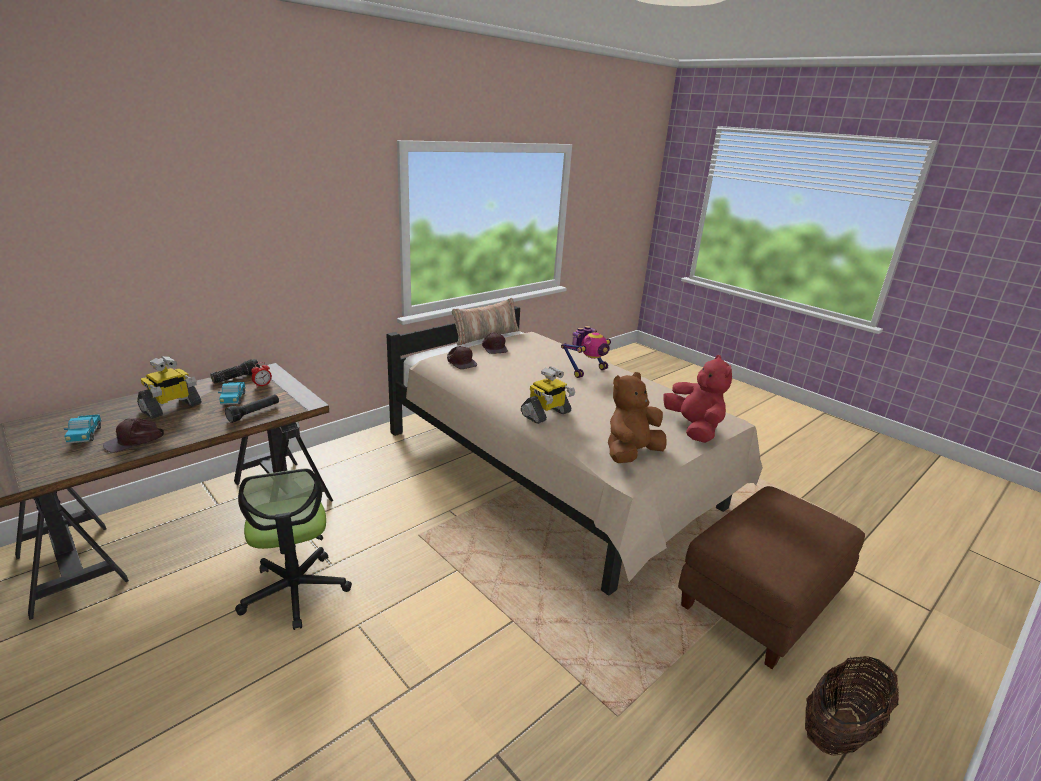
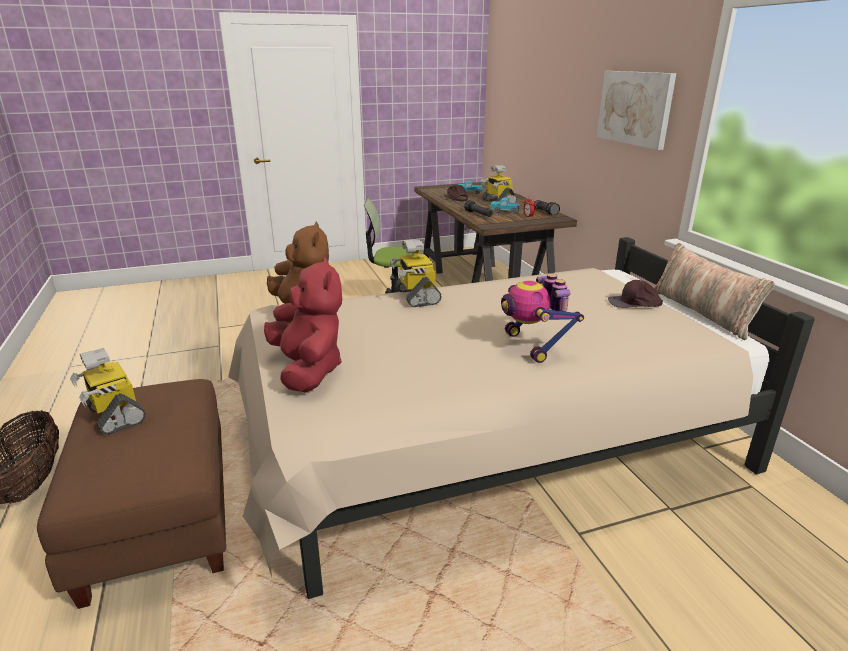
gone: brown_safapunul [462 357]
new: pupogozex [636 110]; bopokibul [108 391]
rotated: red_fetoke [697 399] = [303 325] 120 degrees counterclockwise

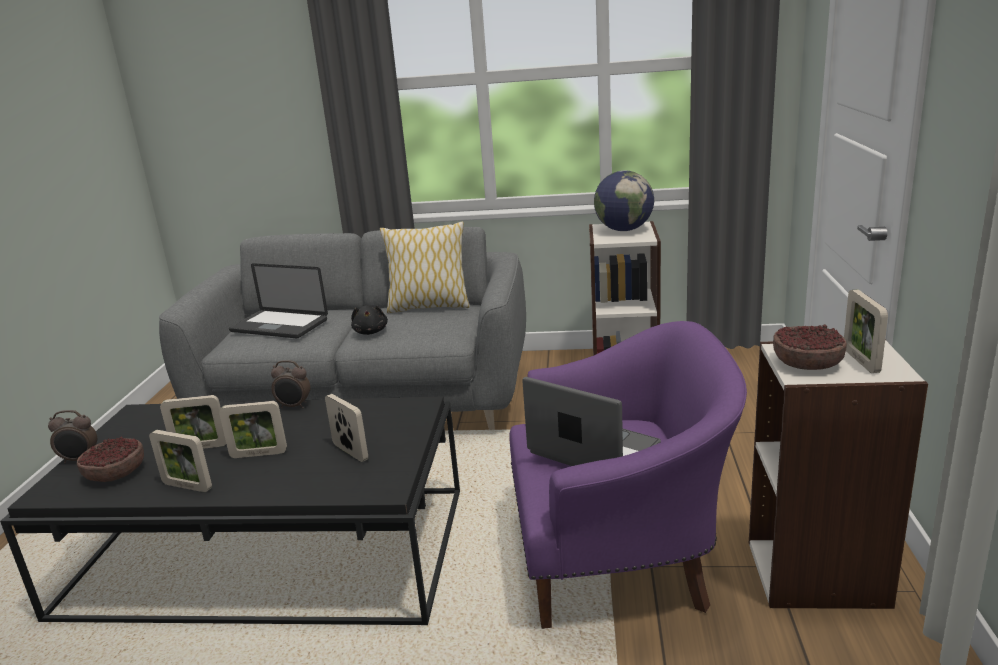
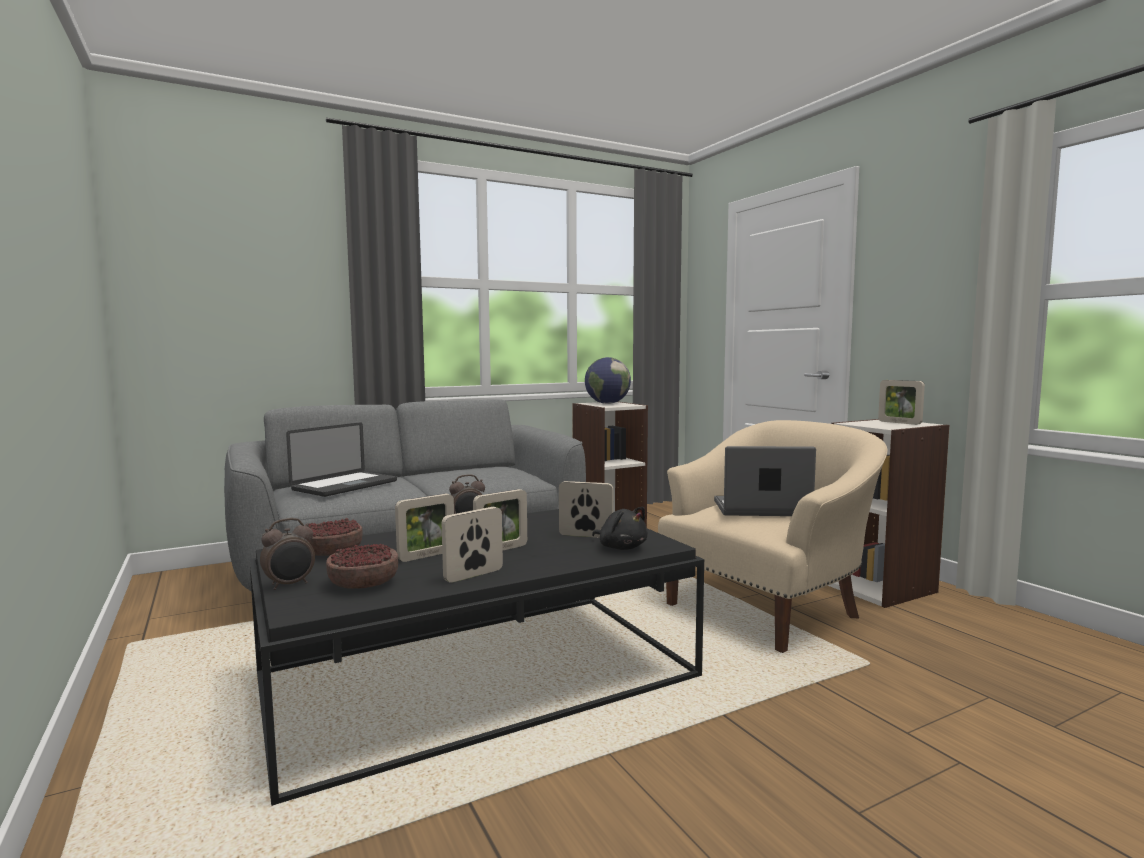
gone: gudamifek [425 267]
shifted: black_fetoke [369 320] to [620 528]; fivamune [810 347] to [334 537]
repainted: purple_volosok [628 475] to beige_volosok [773 536]
rotated: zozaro [278 300] = [341 459] 45 degrees counterclockwise; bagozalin [180 461] = [472 545] 150 degrees clockwise

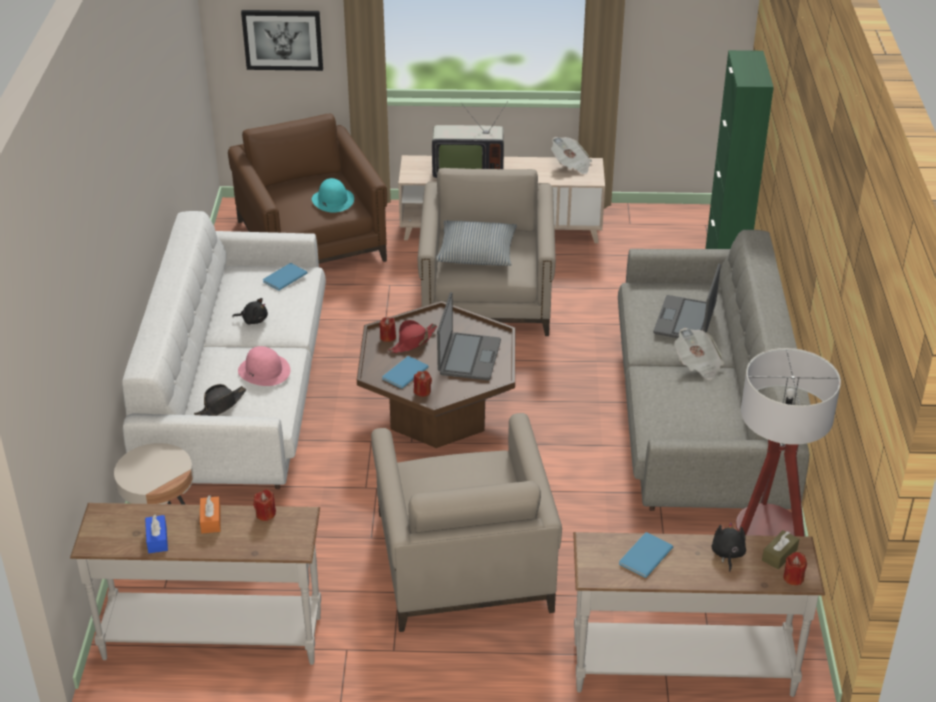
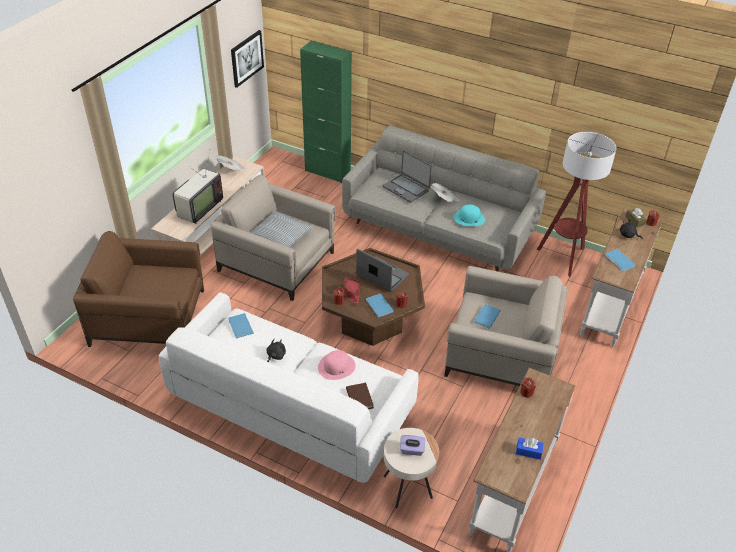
gone: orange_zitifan [210 514]
new: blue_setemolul [487 316]; purple_zitifan [412 445]
shifted: pupogozex [282 40] to [247 59]; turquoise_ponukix [333 195] to [469 215]
swapped: black_ponukix [220 400] to brown_setemolul [360 396]

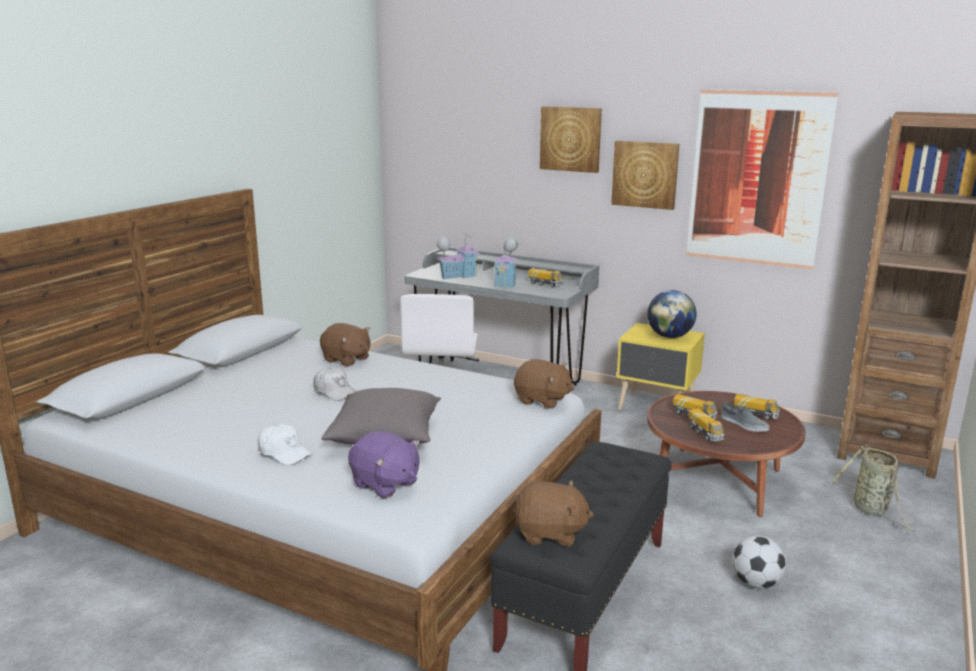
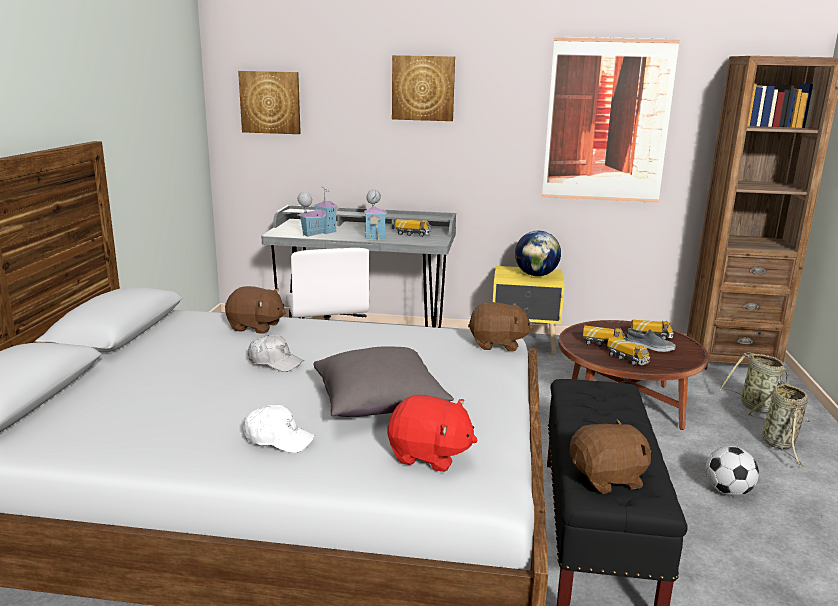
new: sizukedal [777 424]
shifted: pupogozex [645 175] to [269 102]
repainted: purple_fetoke [384 464] to red_fetoke [433 433]

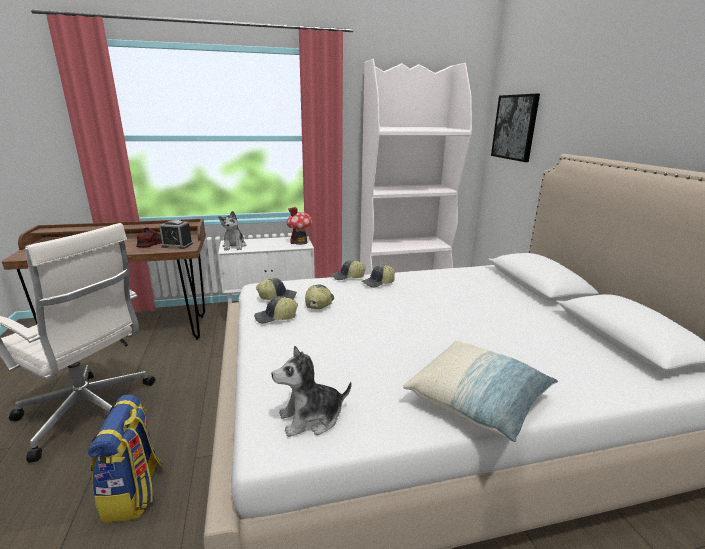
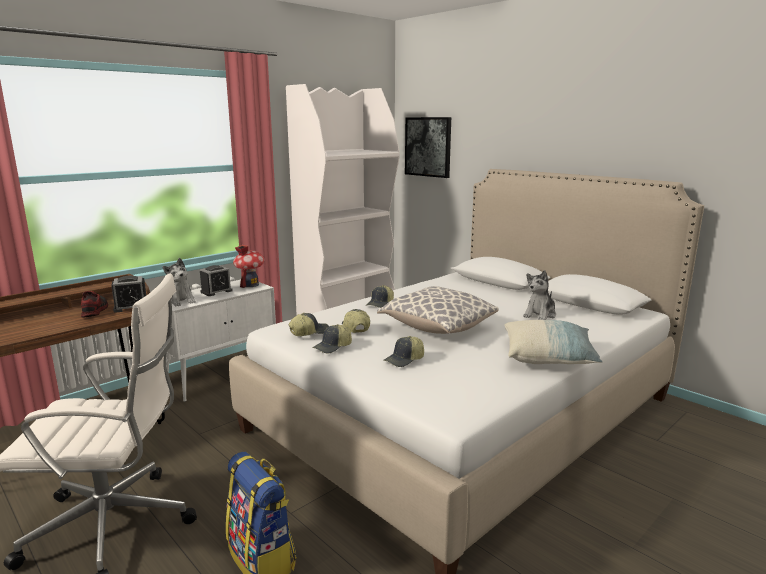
new: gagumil [216 280]; gudamifek [437 310]
shifted: safapunul [349 270] to [403 351]; fetoke [311 391] to [539 295]

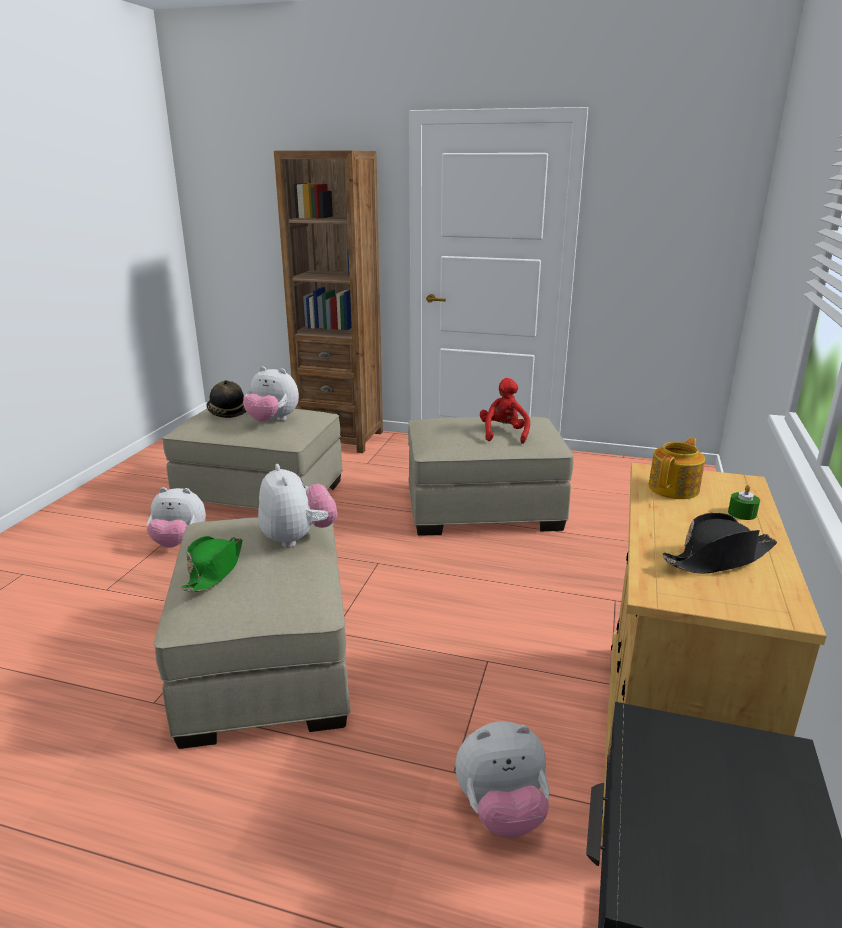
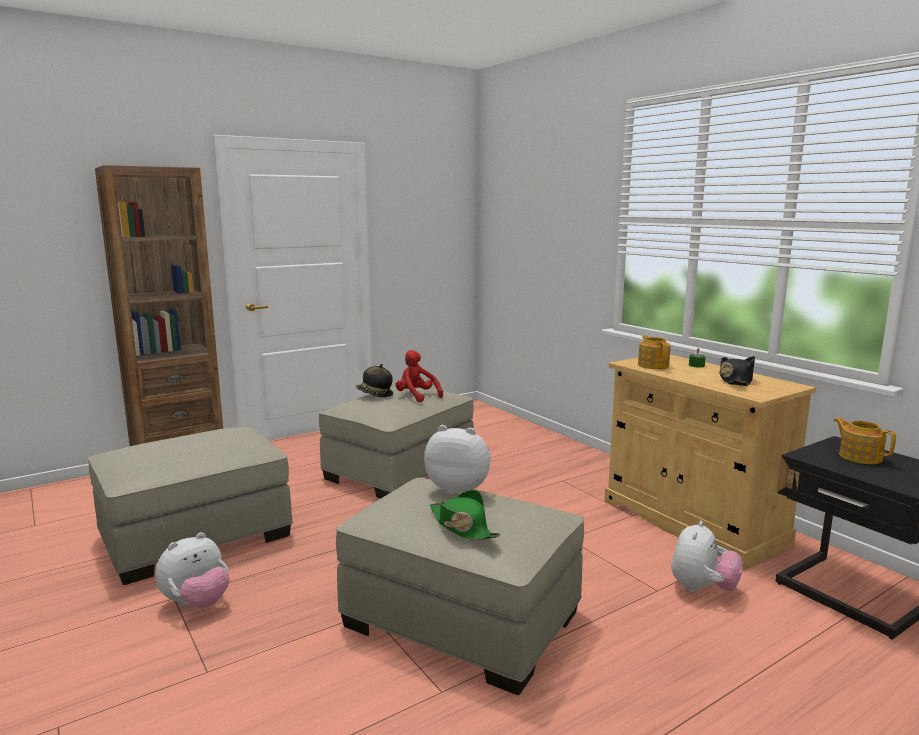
gone: fetoke [271 394]
new: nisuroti [864 441]
shifted: ponukix [226 399] to [374 380]

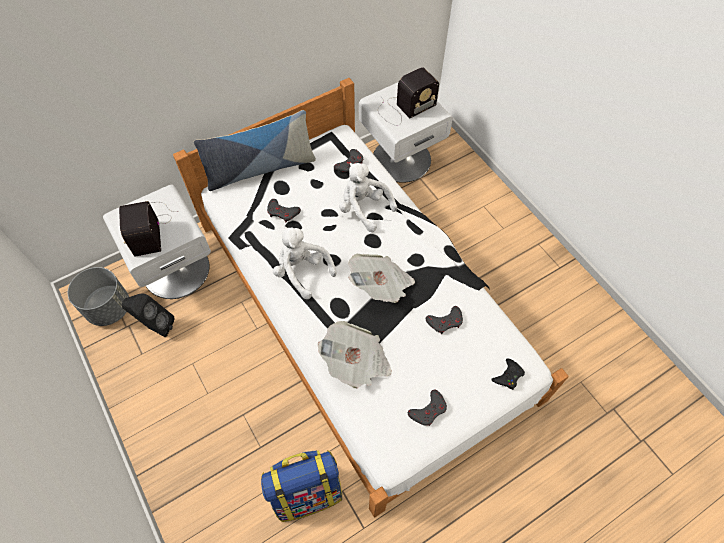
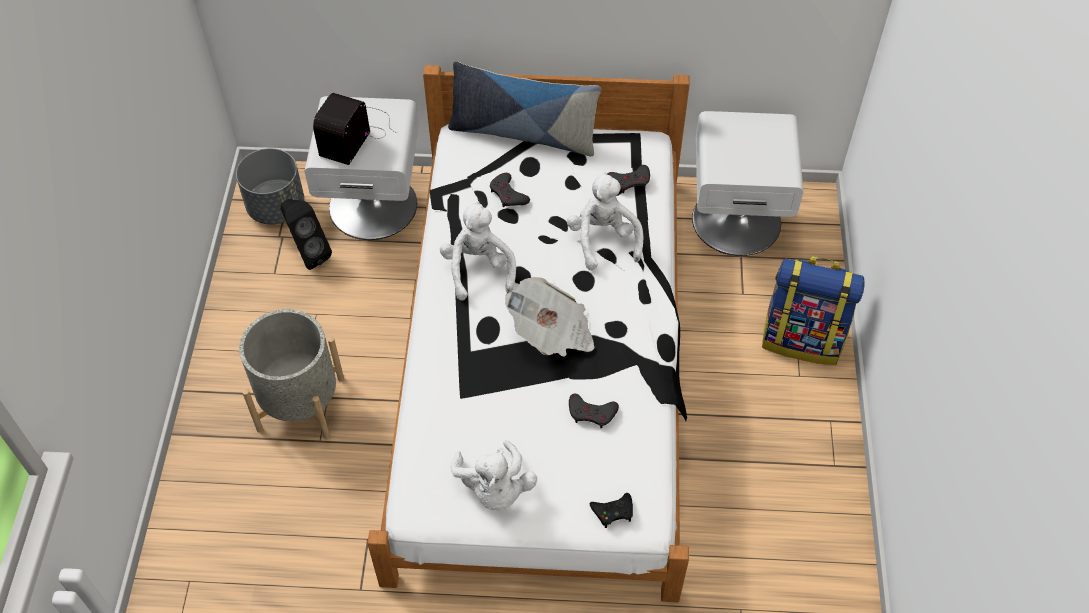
gone: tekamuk [408 96]; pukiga [355 354]
new: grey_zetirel [291 374]
shifted: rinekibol [301 486] to [813 310]
swapped: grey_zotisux [427 407] to white_fetoke [494 475]

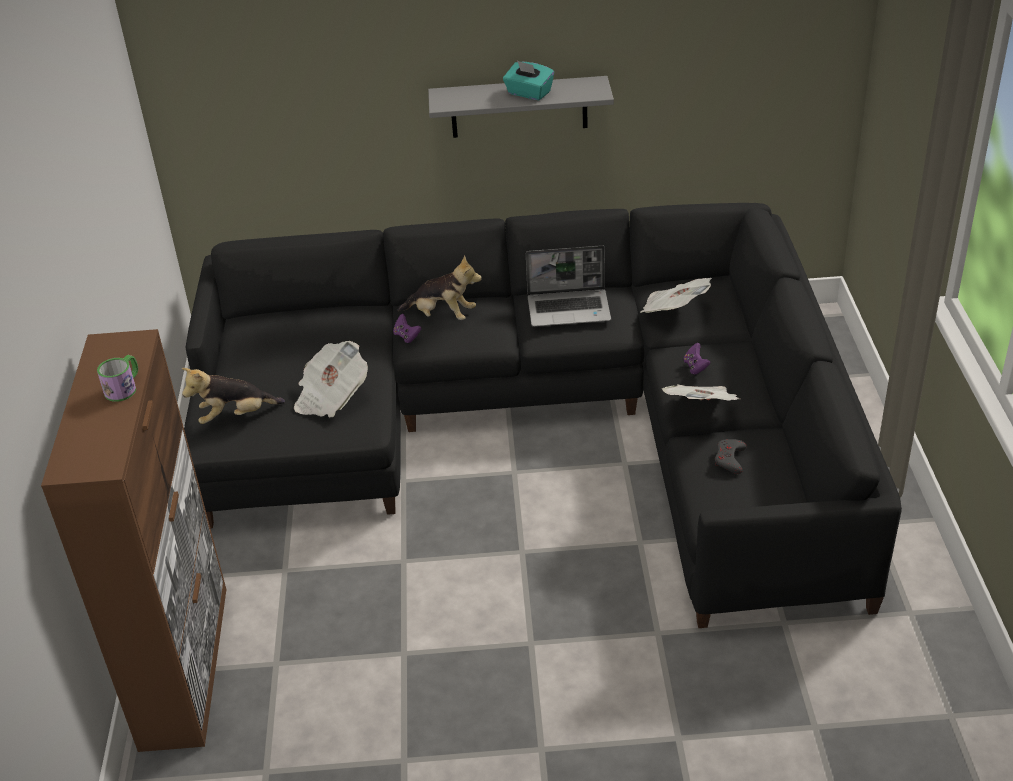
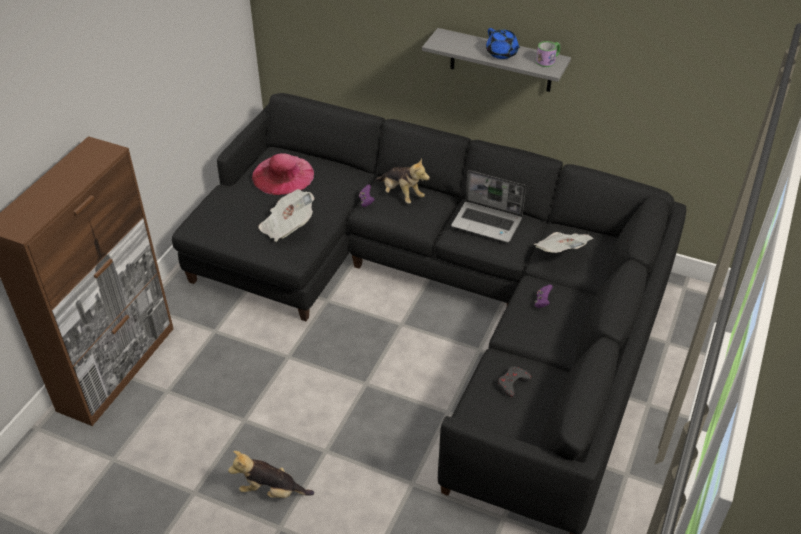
gone: pukiga [701 392]
new: pink_ponukix [283 174]
shifted: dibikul [117 378] to [548 54]; fetoke [233 396] to [271 474]
swapped: turquoise_zitifan [528 80] to blue_nisuroti [503 43]

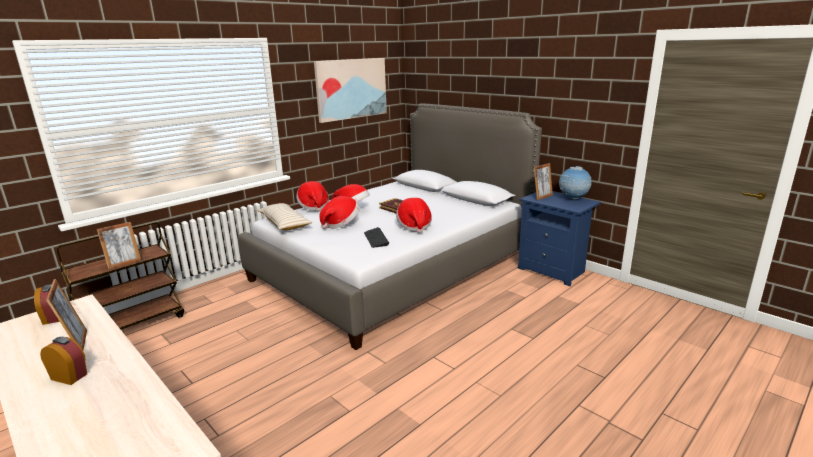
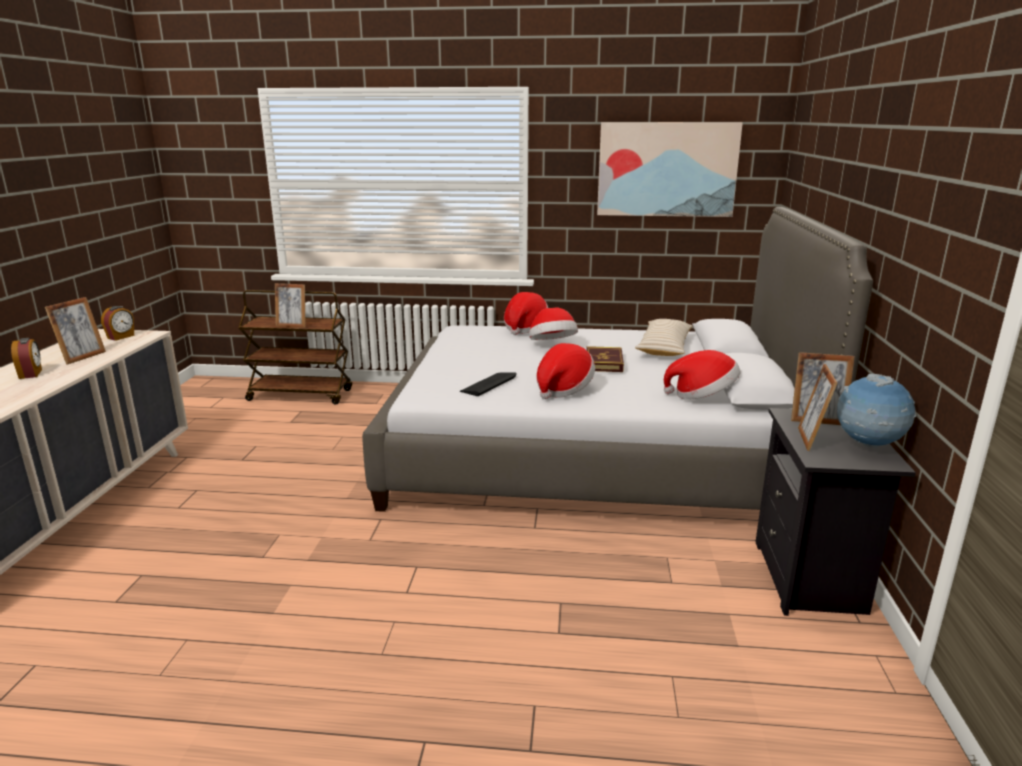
new: bagozalin [817 407]
shifted: ponukix [339 212] to [702 375]; beige_gudamifek [285 216] to [664 337]
repainted: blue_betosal [559 239] to black_betosal [835 512]

